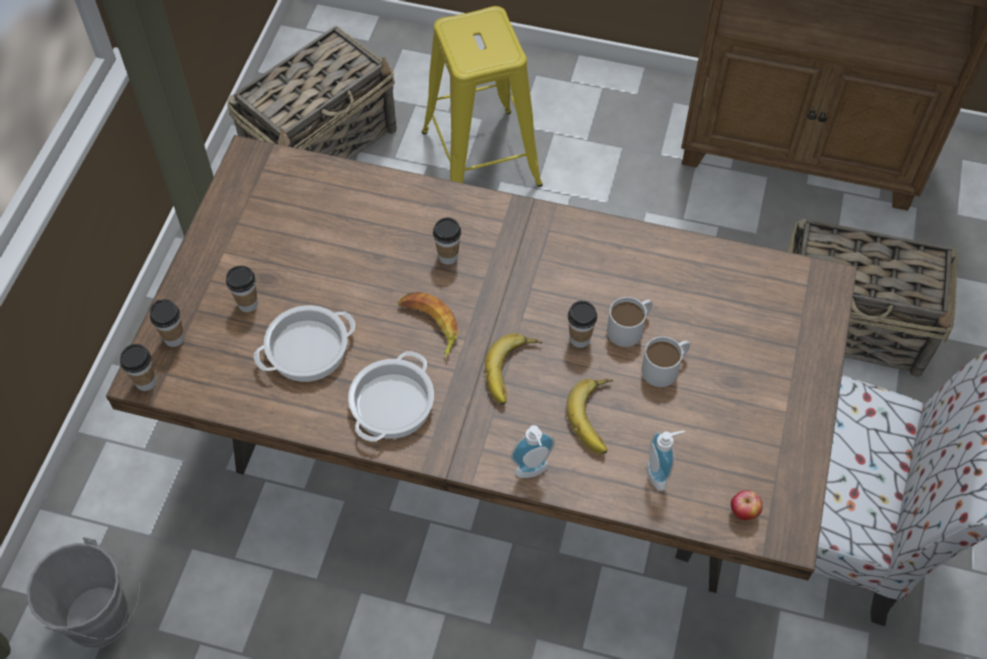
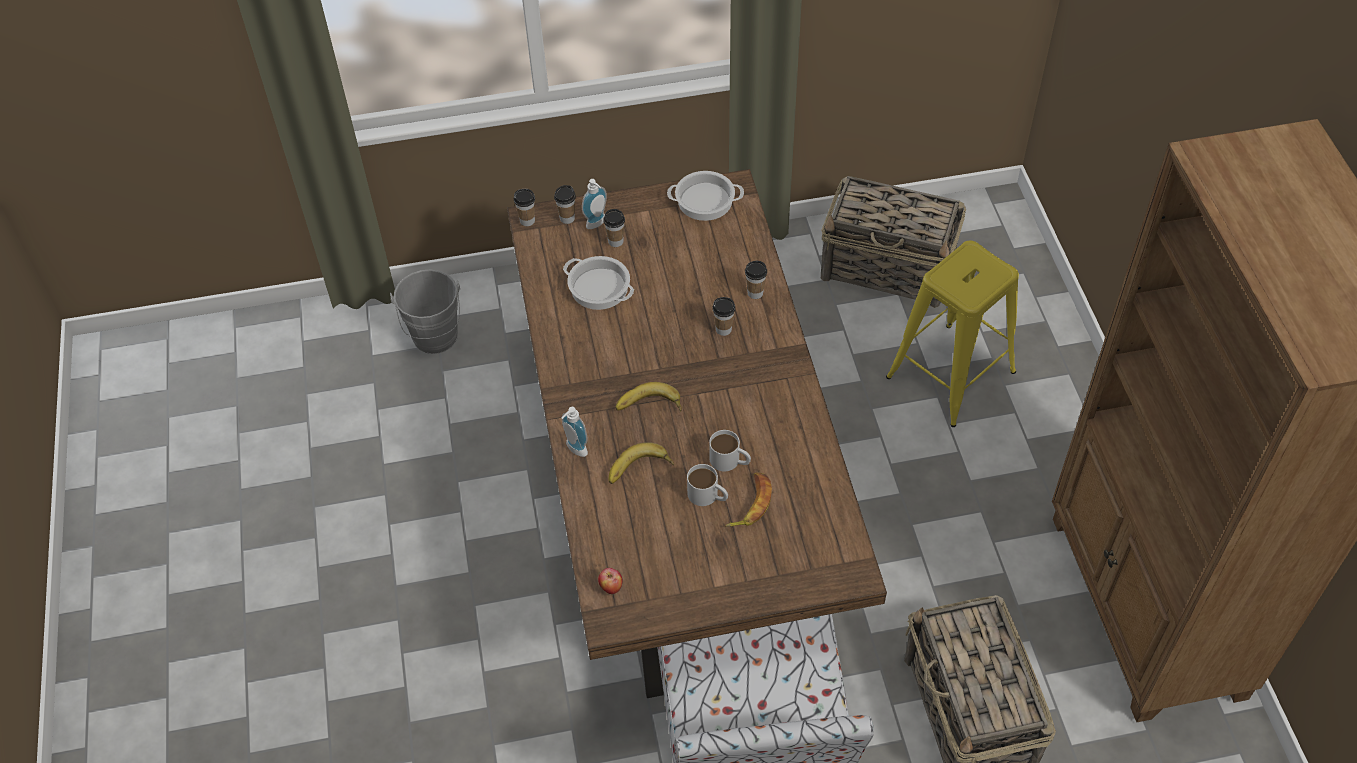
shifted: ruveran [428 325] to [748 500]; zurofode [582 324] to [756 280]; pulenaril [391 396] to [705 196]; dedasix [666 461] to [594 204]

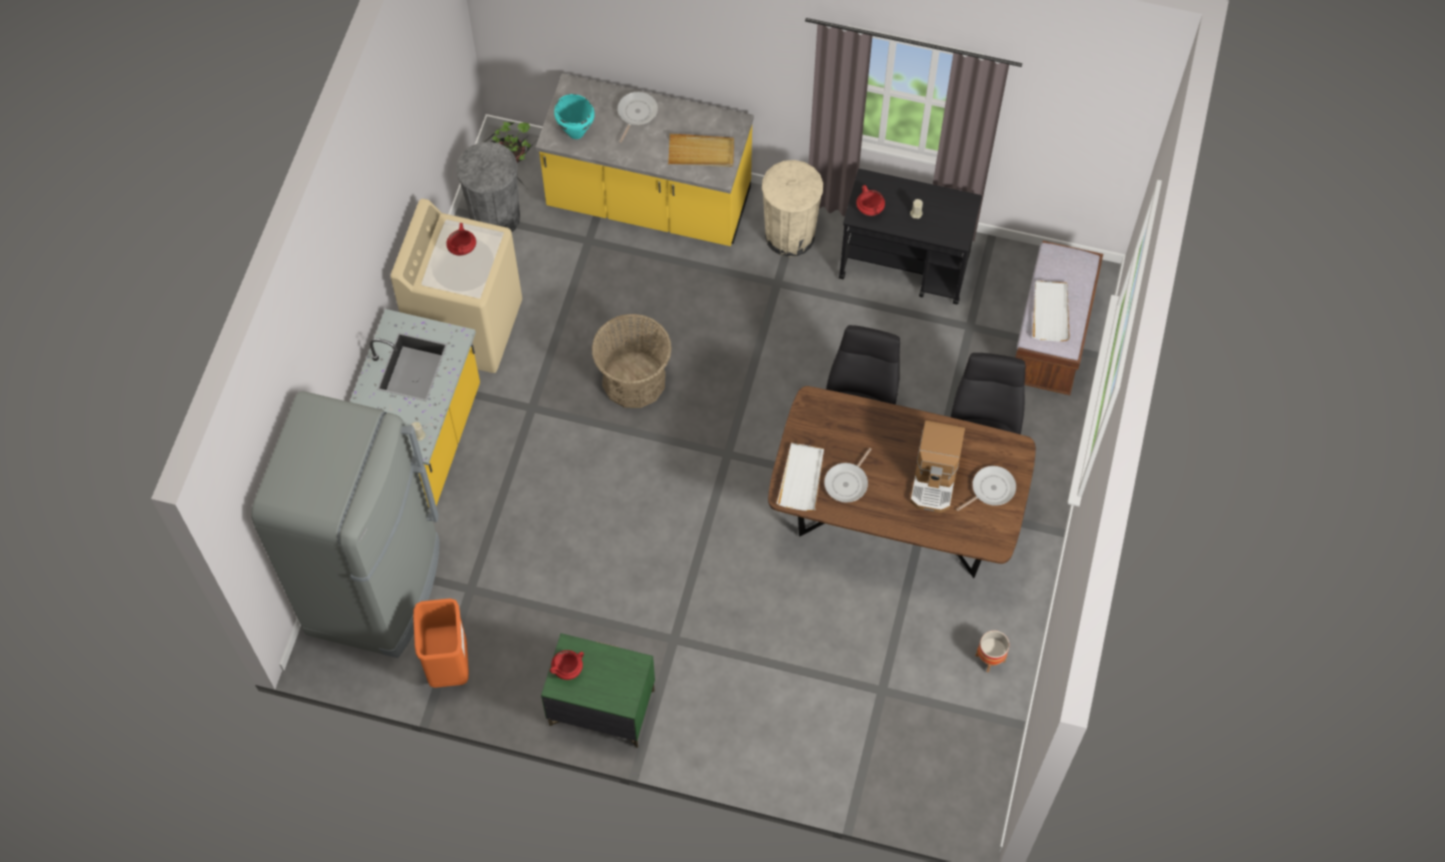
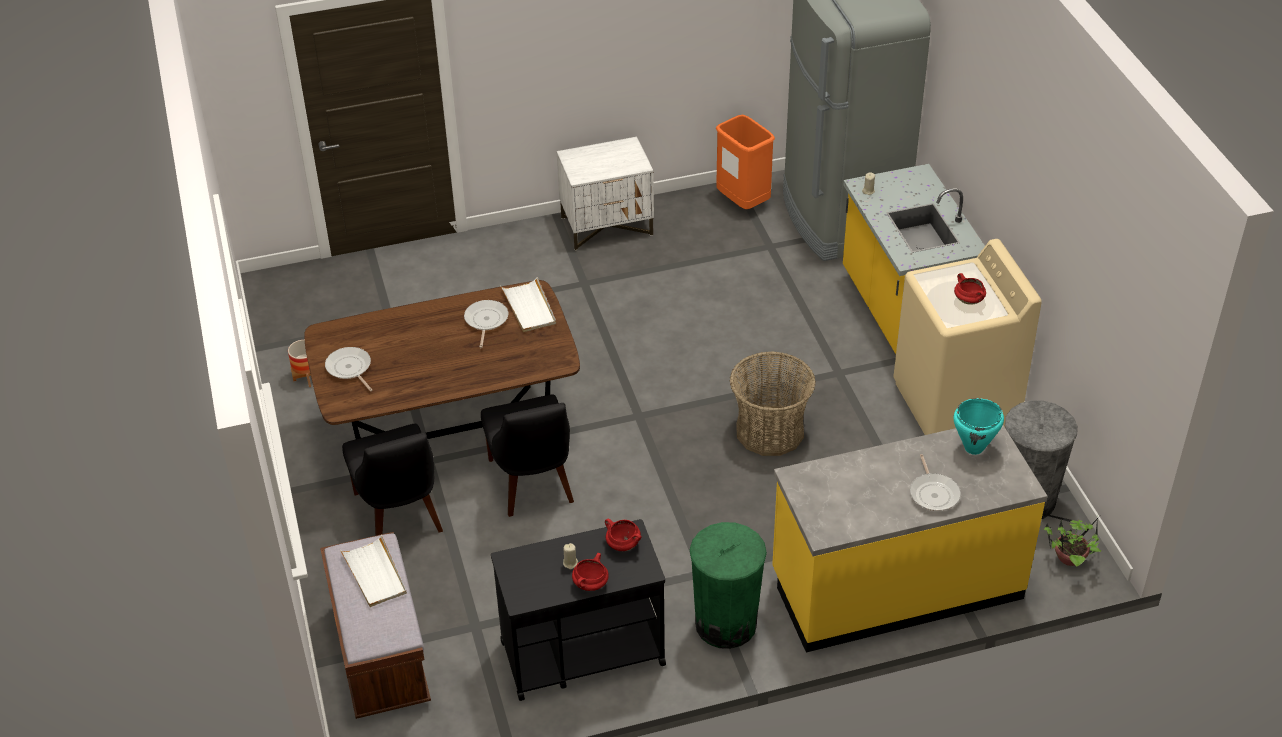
gone: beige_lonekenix [701 150]; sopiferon [937 466]
shifted: red_pulenaril [567 665] to [590 572]
repainted: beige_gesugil [792 208] to green_gesugil [728 585]; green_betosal [598 690] to white_betosal [605 194]
rotated: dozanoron [986 488] = [349 369] 120 degrees clockwise

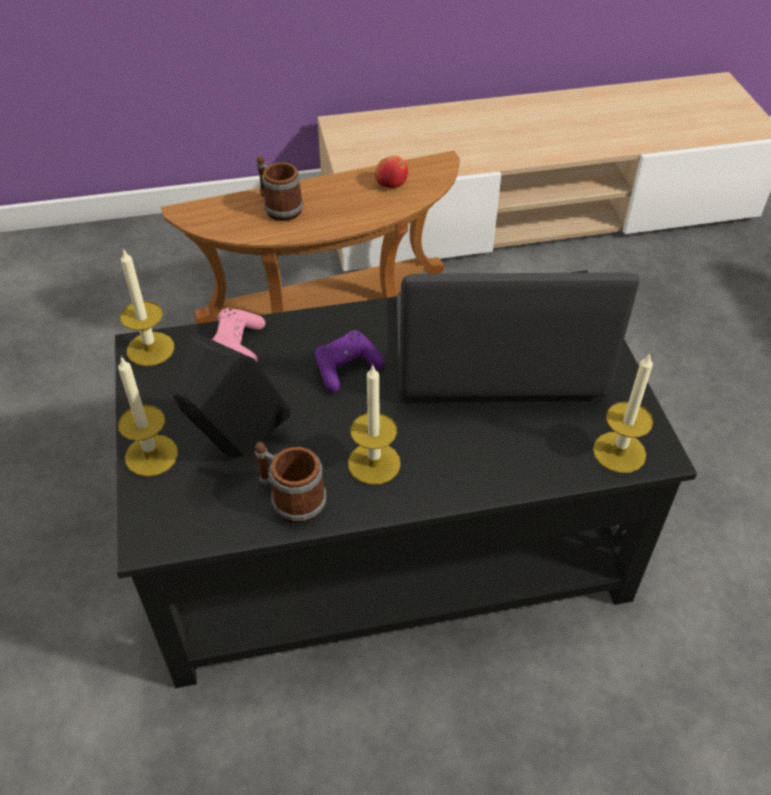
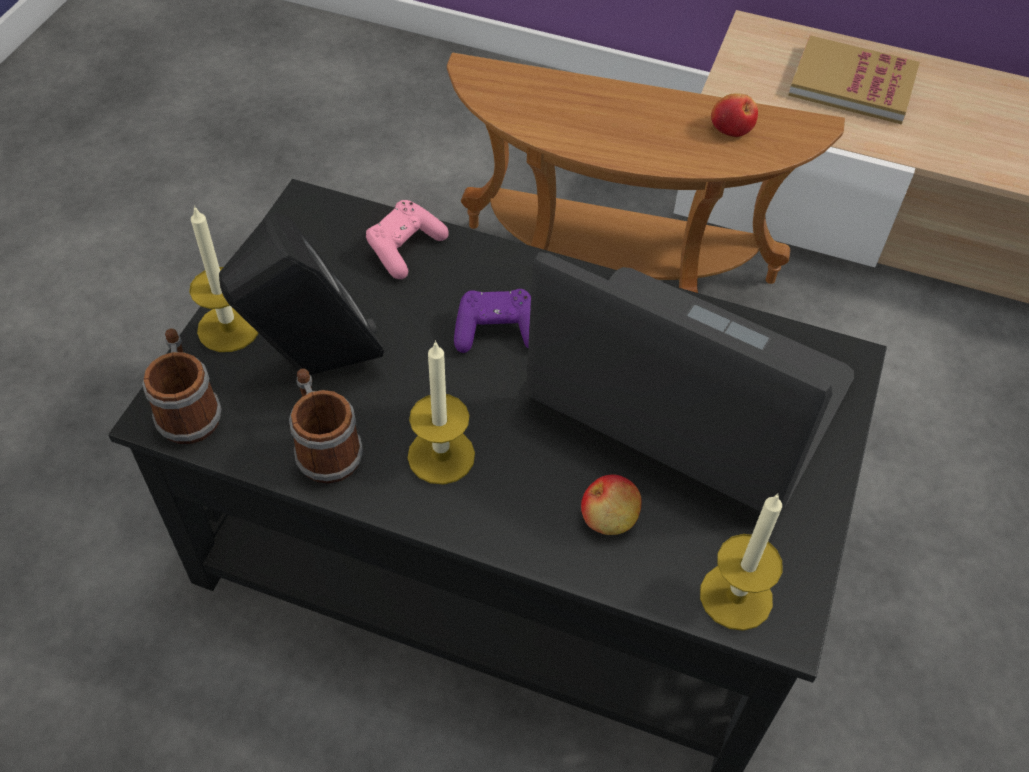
gone: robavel [147 307]
new: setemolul [854 80]; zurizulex [611 504]
shifted: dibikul [280 188] to [182 386]

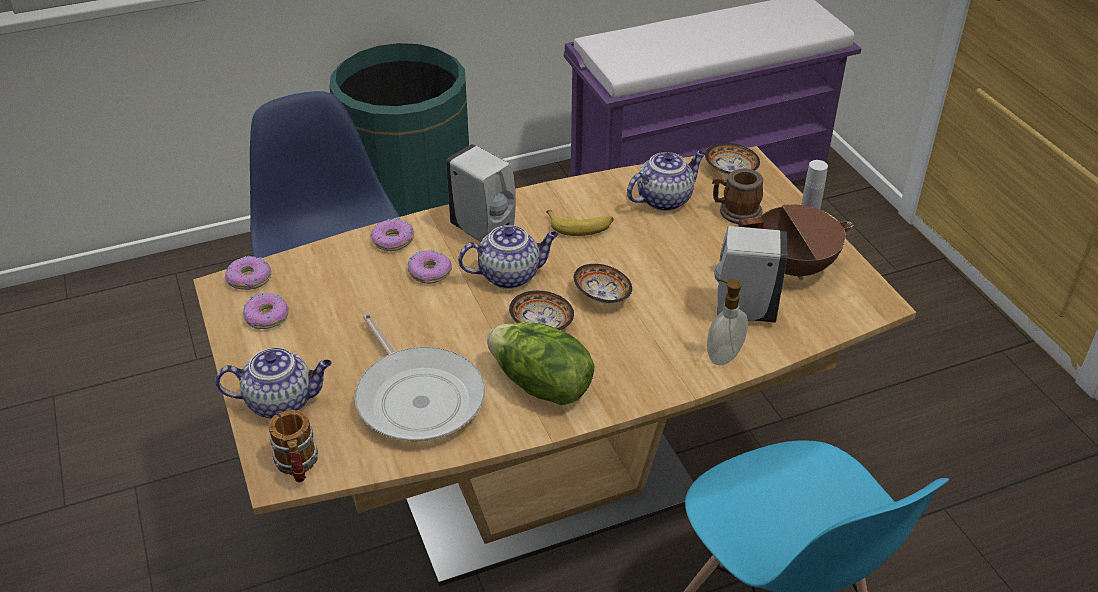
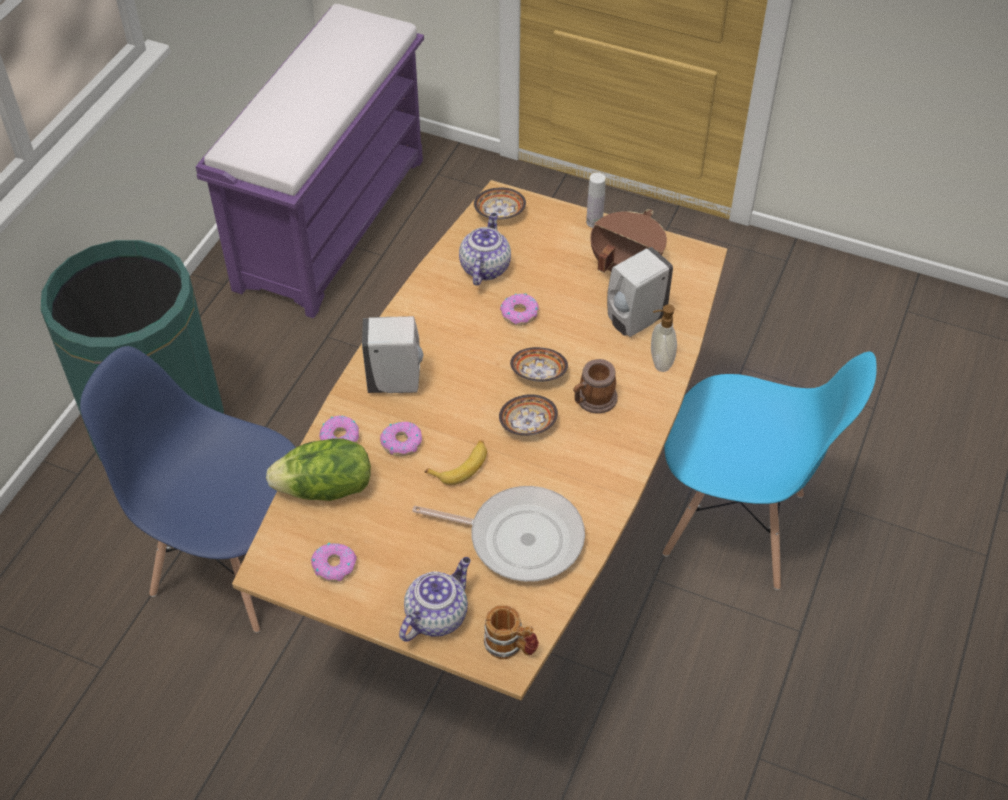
gone: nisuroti [508 257]
shifted: dibikul [737 196] to [595 386]; ruveran [580 223] to [456 463]; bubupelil [248 273] to [519 309]; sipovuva [540 363] to [318 469]

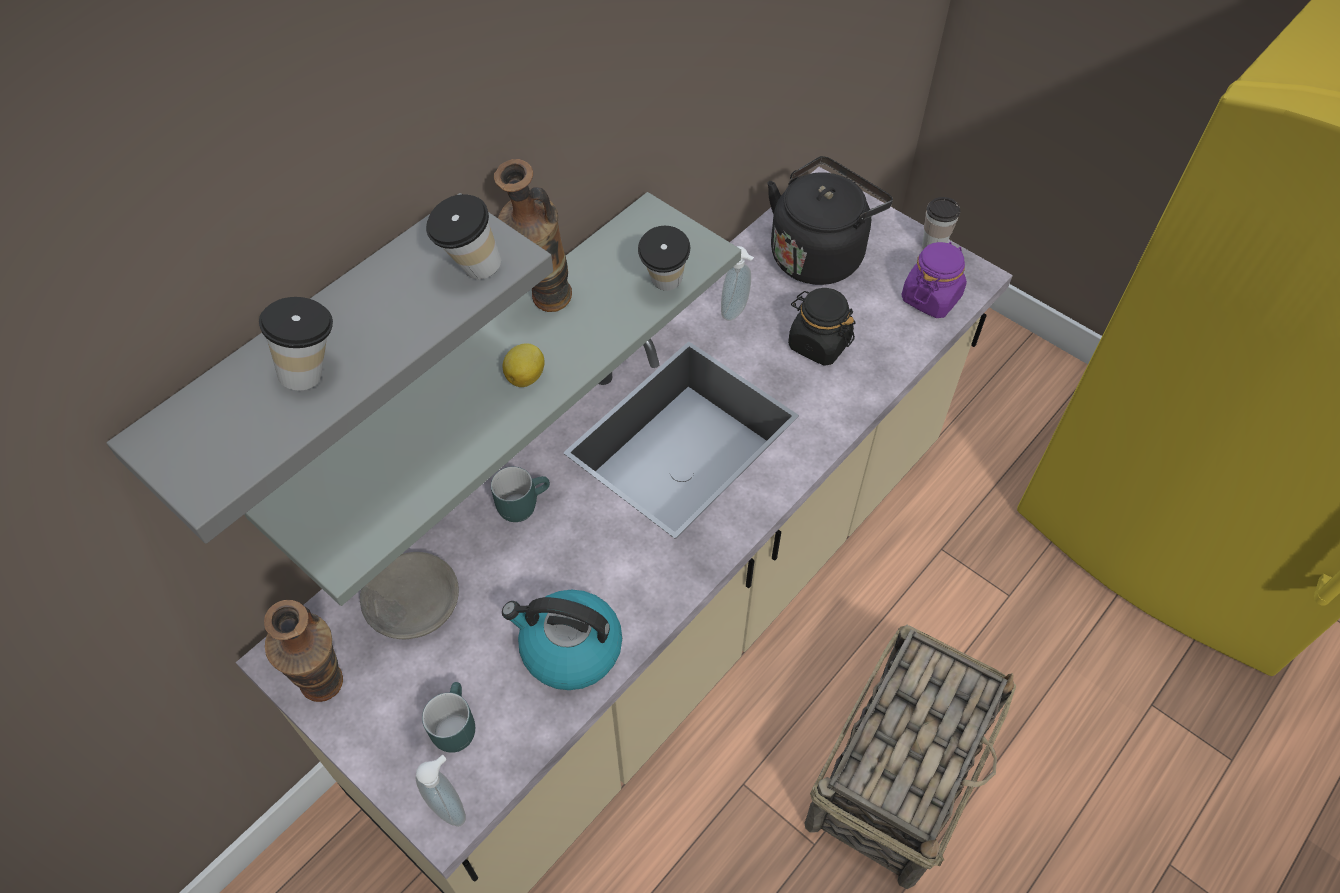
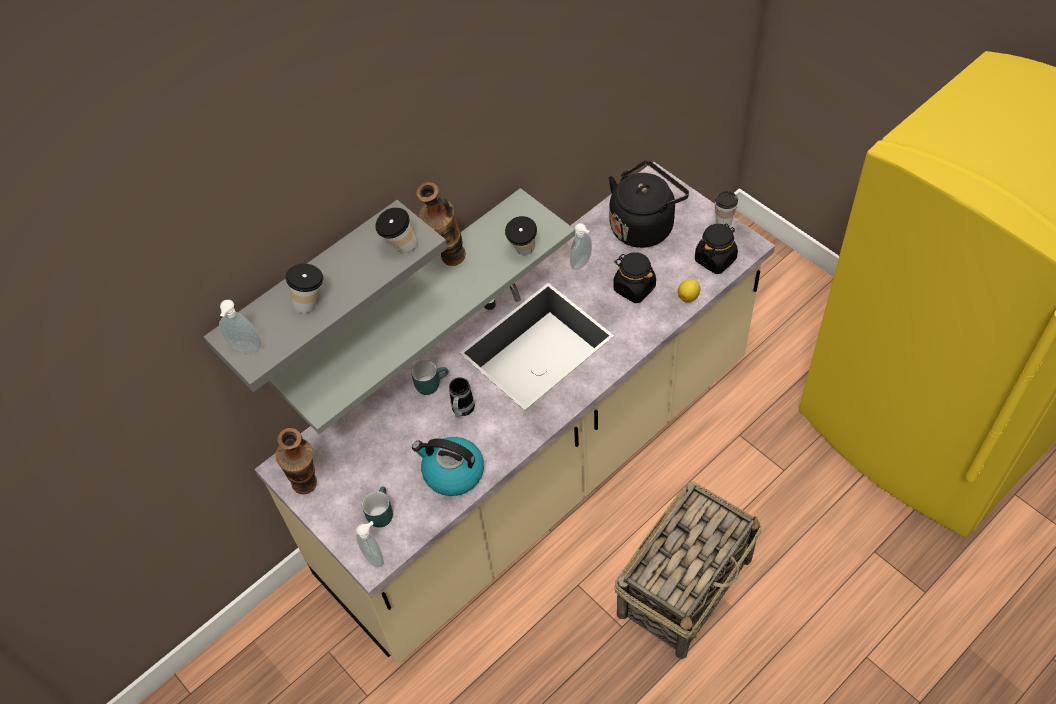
gone: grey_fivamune [409 595]
new: dedasix [240 326]; dibikul [462 398]
shifted: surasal [523 365] to [689 291]
repainted: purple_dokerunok [934 280] to black_dokerunok [716 248]

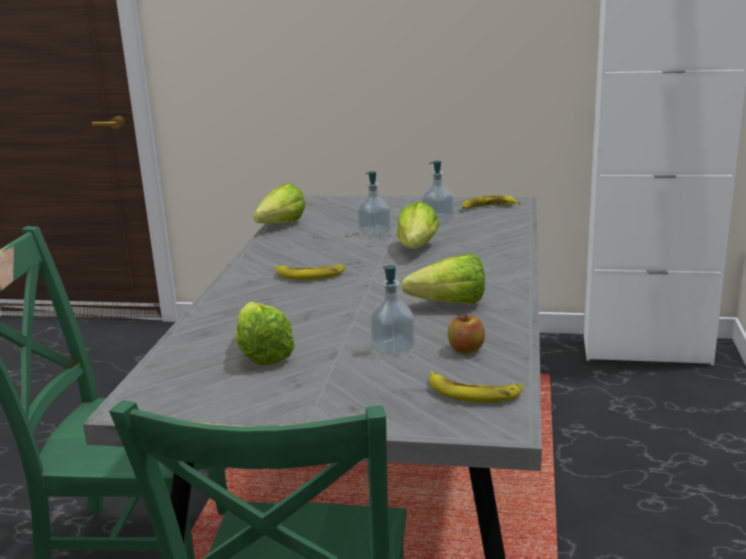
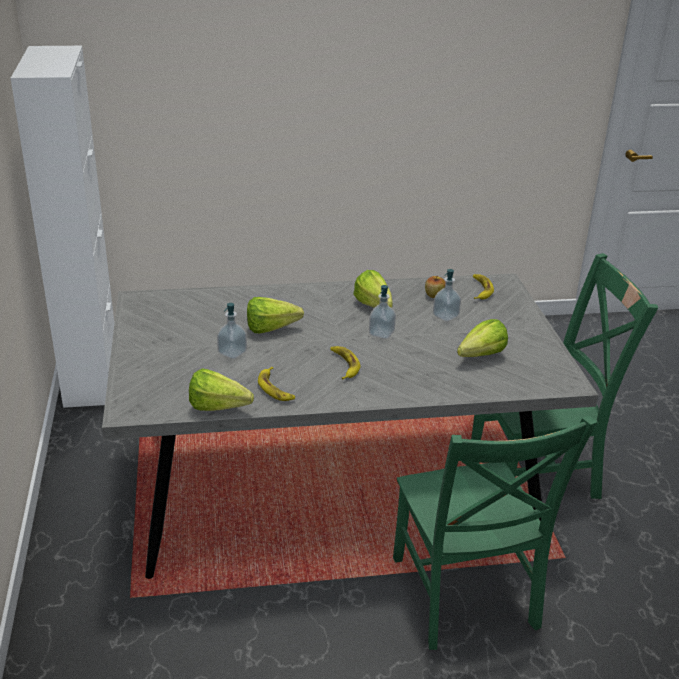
shifted: dedasix [438 192] to [382 312]; ruveran [491 202] to [276 384]

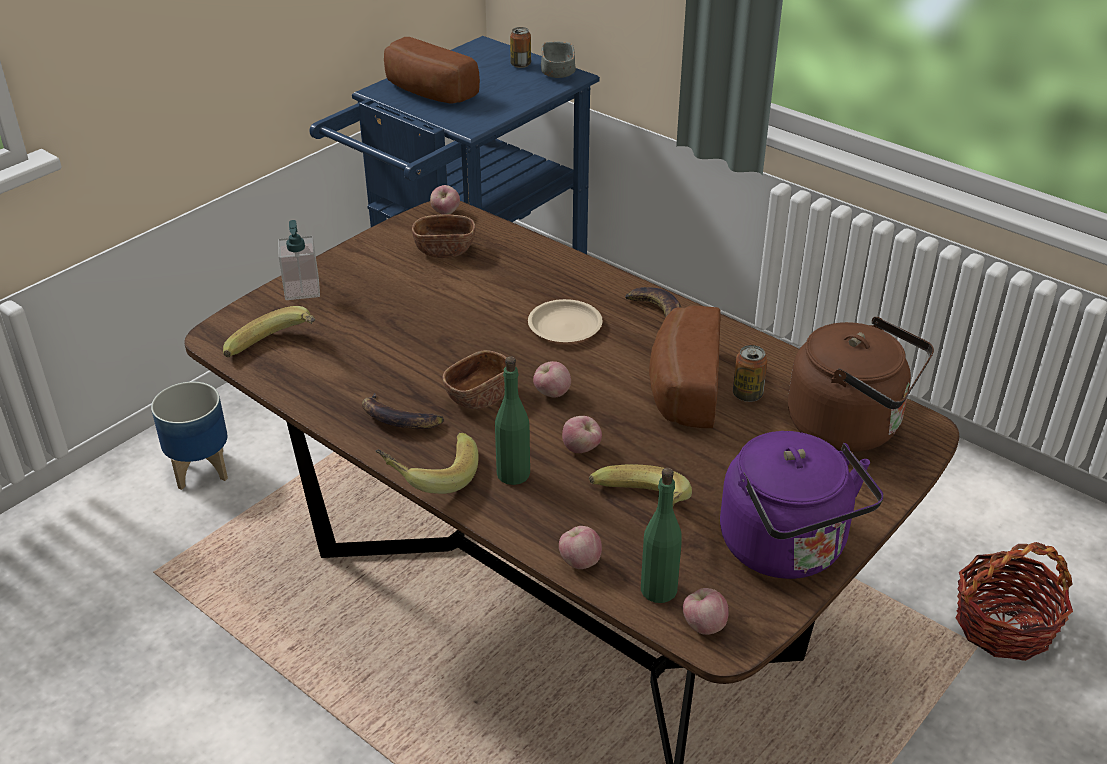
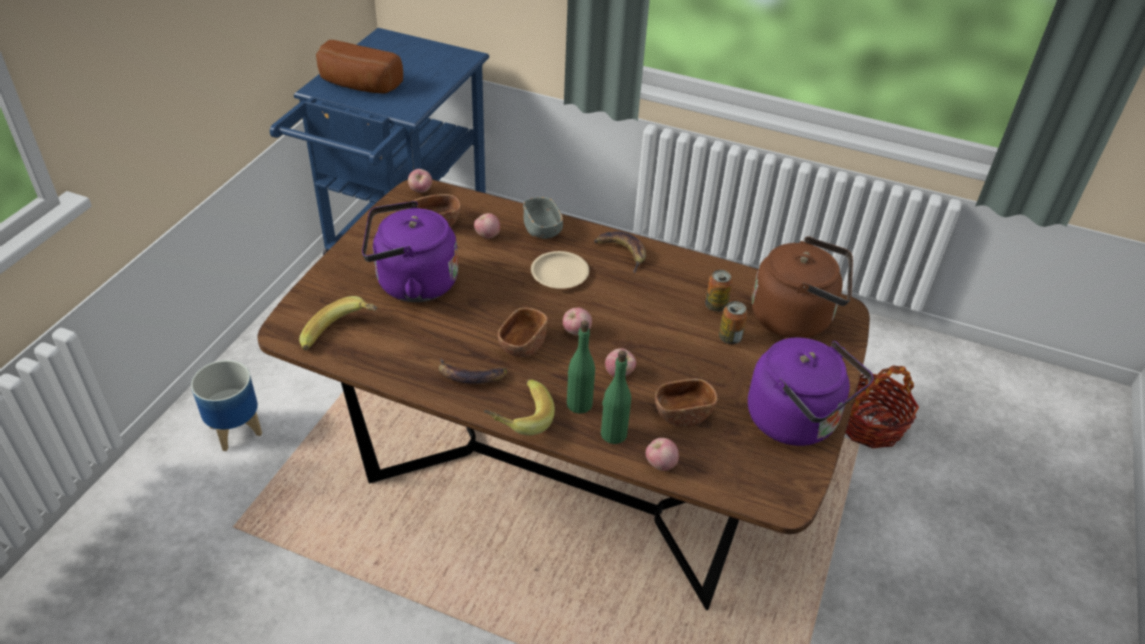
gone: dedasix [299 260]; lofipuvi [685 366]
new: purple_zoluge [410 251]
shifted: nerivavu [520 47] to [733 322]; grey_fivamune [558 60] to [543 218]; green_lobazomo [661 535] to [616 397]; zurizulex [706 611] to [487 226]
swapped: ruveran [640 485] to brown_fivamune [686 402]

